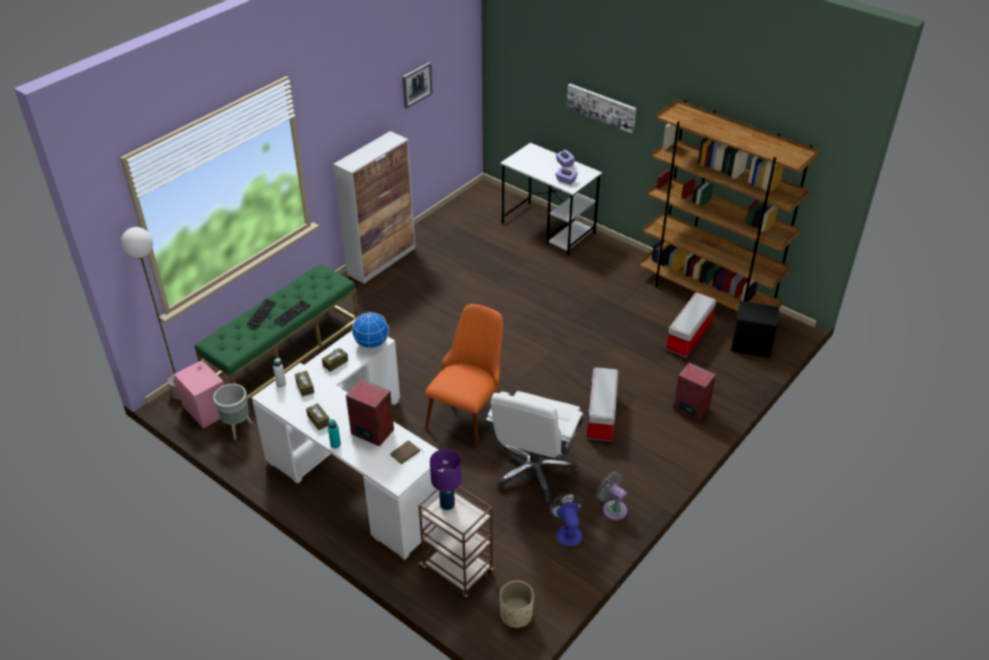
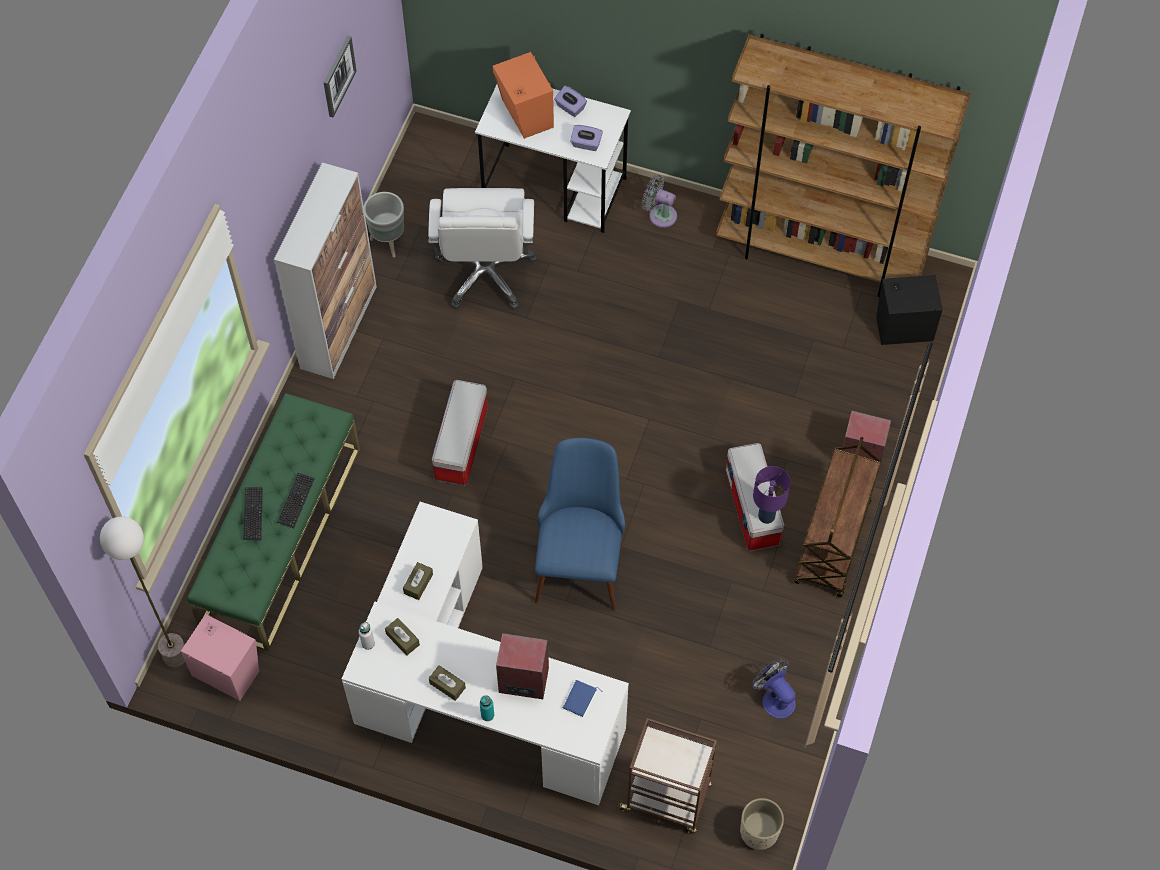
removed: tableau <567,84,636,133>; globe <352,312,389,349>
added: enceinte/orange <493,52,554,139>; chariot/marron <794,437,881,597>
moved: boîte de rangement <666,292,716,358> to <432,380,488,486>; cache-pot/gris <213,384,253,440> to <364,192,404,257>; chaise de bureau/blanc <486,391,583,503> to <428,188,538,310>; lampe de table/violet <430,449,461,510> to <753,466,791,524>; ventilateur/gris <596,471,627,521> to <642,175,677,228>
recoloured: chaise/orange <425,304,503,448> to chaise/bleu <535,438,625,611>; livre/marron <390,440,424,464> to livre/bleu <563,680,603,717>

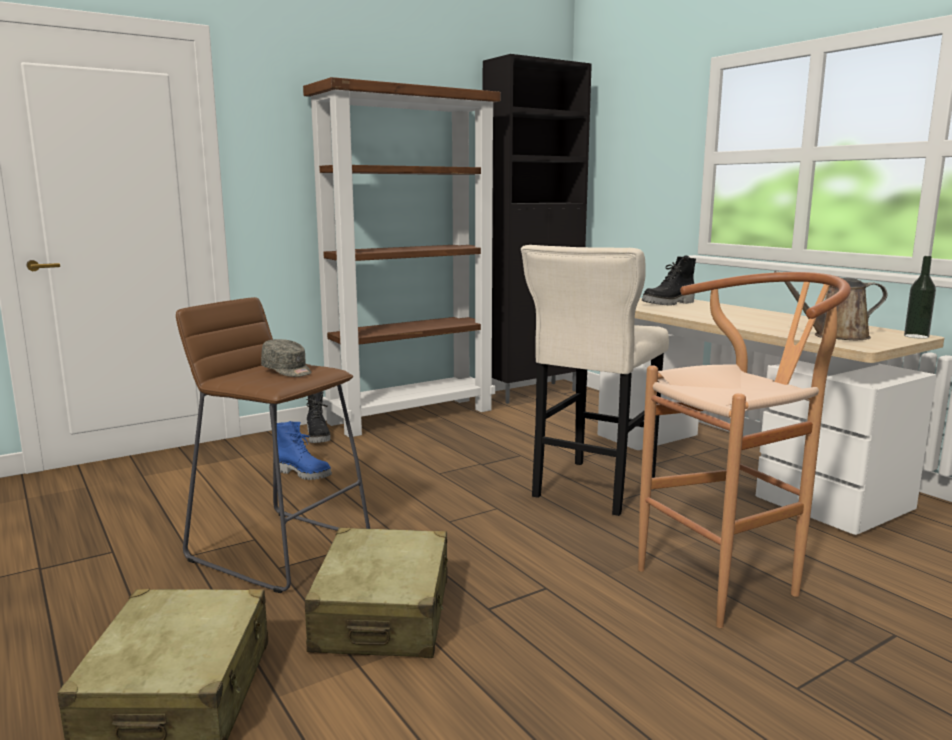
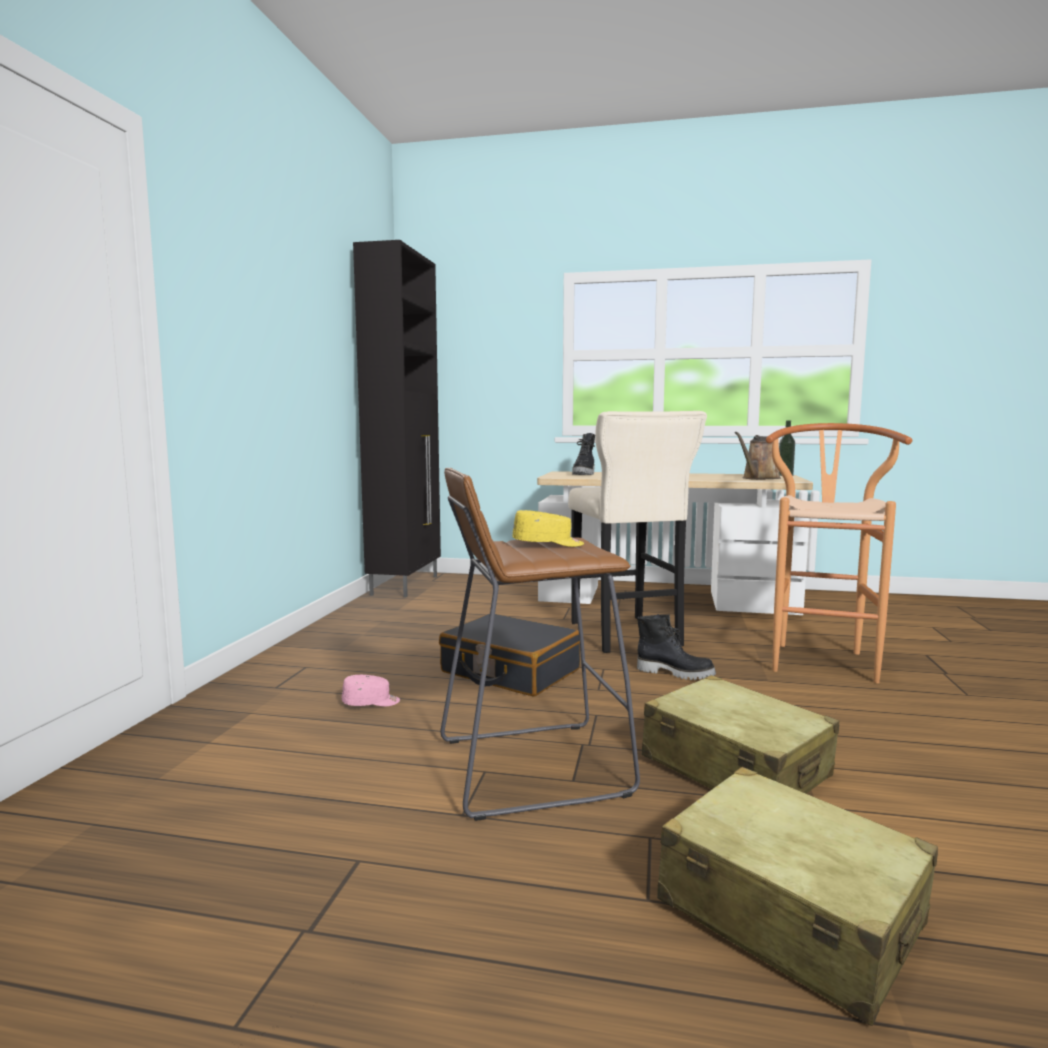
removed: bibliothèque/marron <303,77,500,437>
added: valise/noir <439,613,580,697>
moved: botte/noir <306,391,331,443> to <637,614,716,680>
replaced: botte/bleu <277,421,332,480> to casquette/rose <342,675,400,707>
recoloured: casquette/gris <261,339,311,377> to casquette/jaune <513,510,584,547>

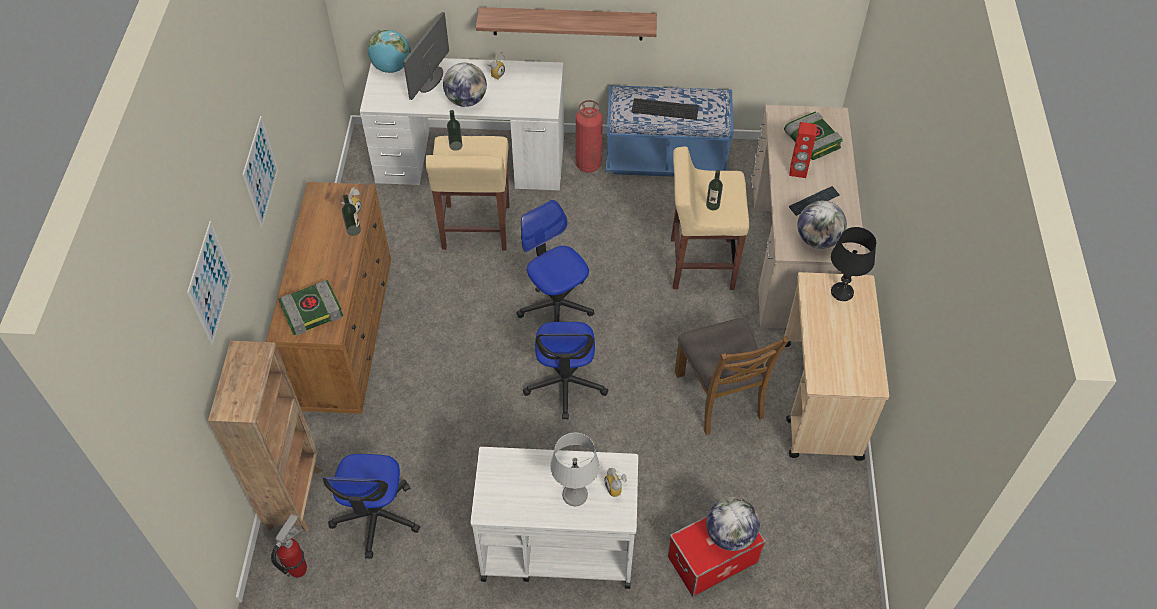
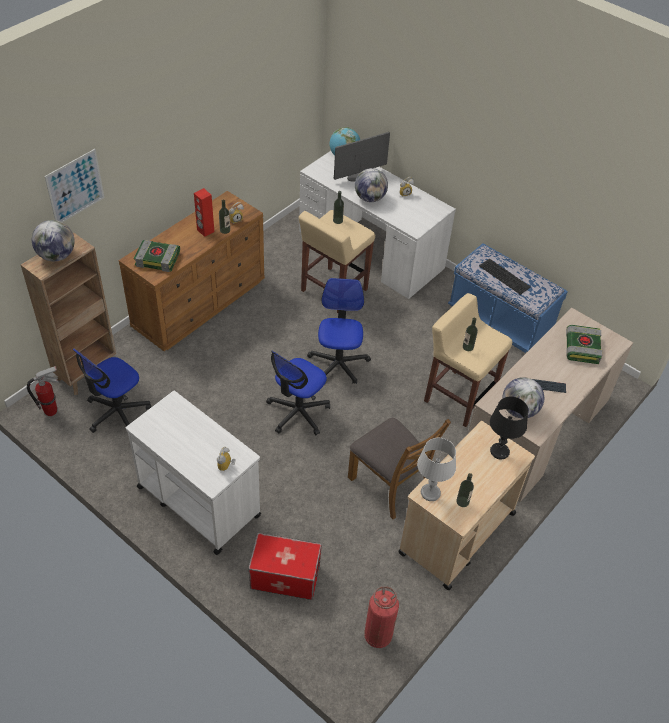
removed: étagère <476,7,657,40>; tableau <242,116,278,228>
added: bouteille <456,473,474,507>
moved: extincteur <576,100,603,172> to <364,586,399,648>; enceinte/rouge <789,122,817,178> to <194,188,214,237>; lampe de table/gris <550,433,600,506> to <417,438,456,501>; globe <706,497,760,551> to <32,220,75,261>
turned: chaise/marron <675,318,789,435> = <348,418,451,519> 60 degrees counterclockwise

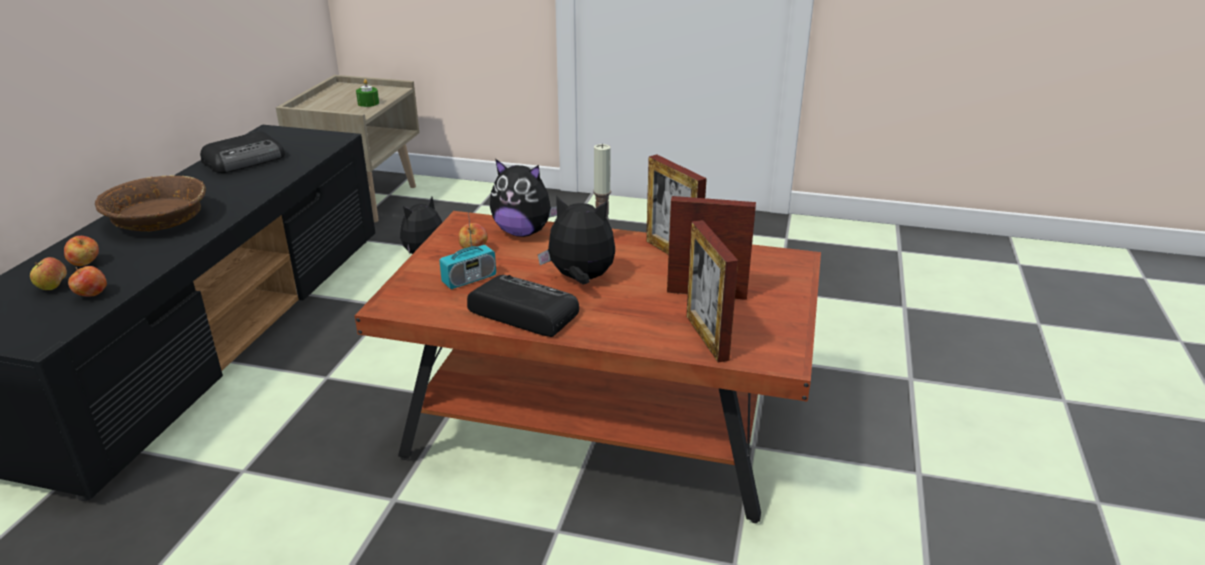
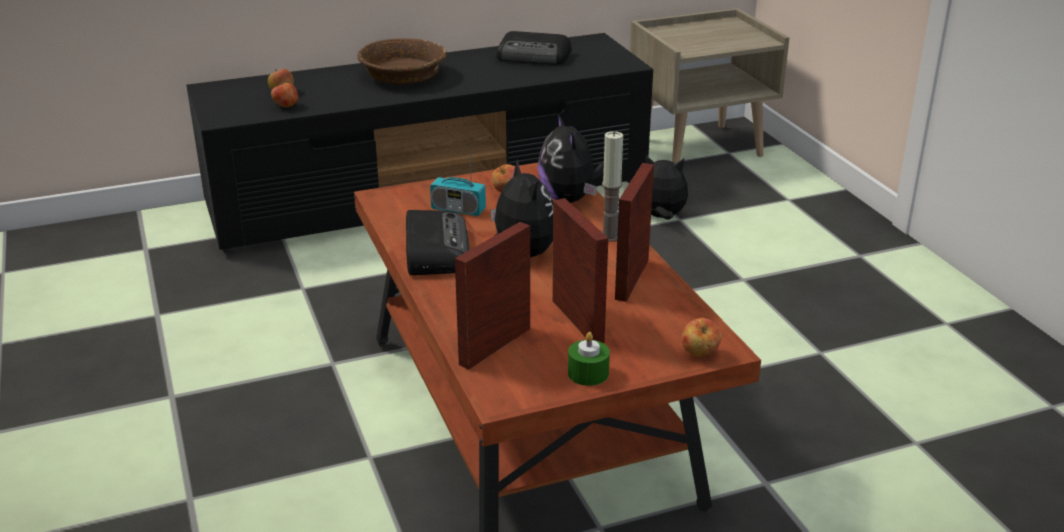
moved: bougie/vert <356,79,379,107> to <568,332,610,386>; pomme <64,236,99,266> to <682,318,722,357>

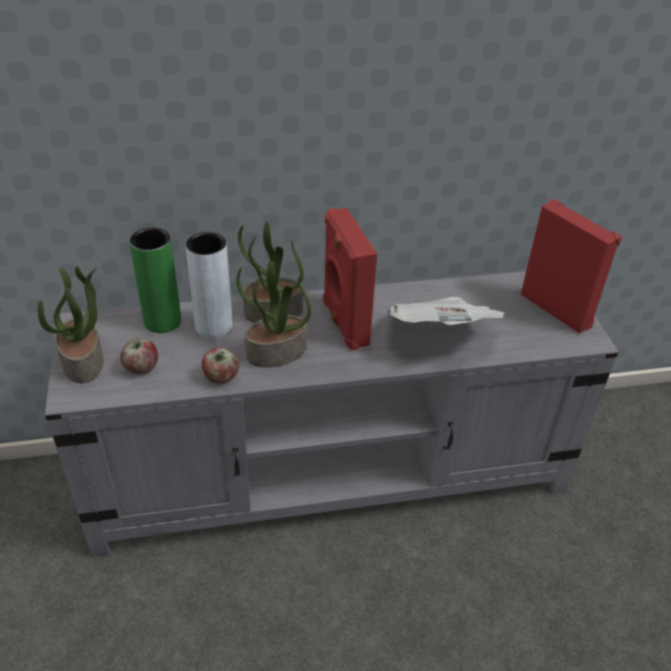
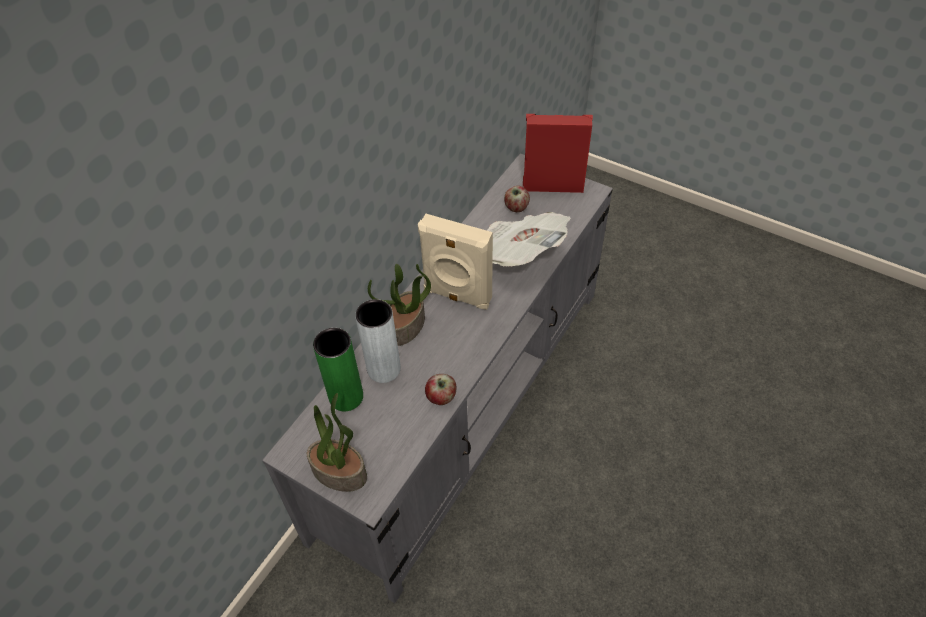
removed: plante en pot <236,260,312,368>
moved: pomme <120,339,158,374> to <504,186,530,212>
recoloured: enceinte/rouge <323,208,377,351> to enceinte/beige <418,214,493,310>

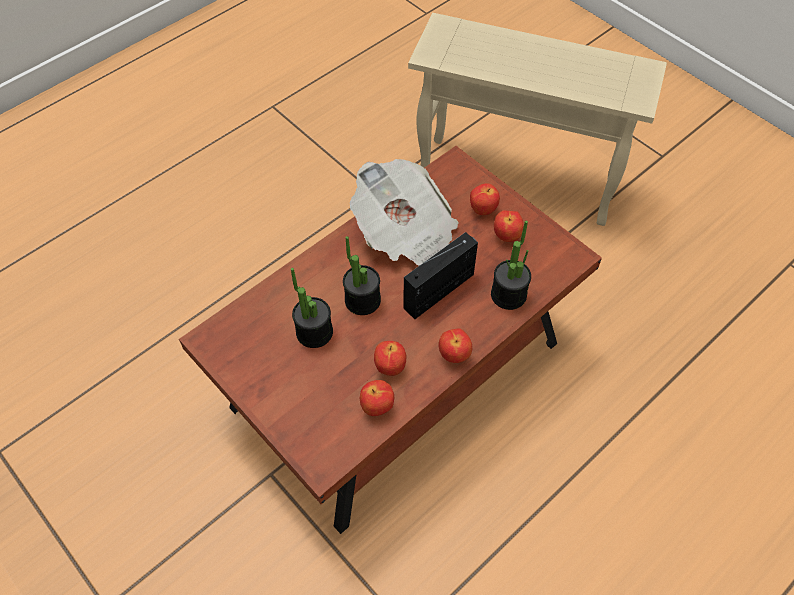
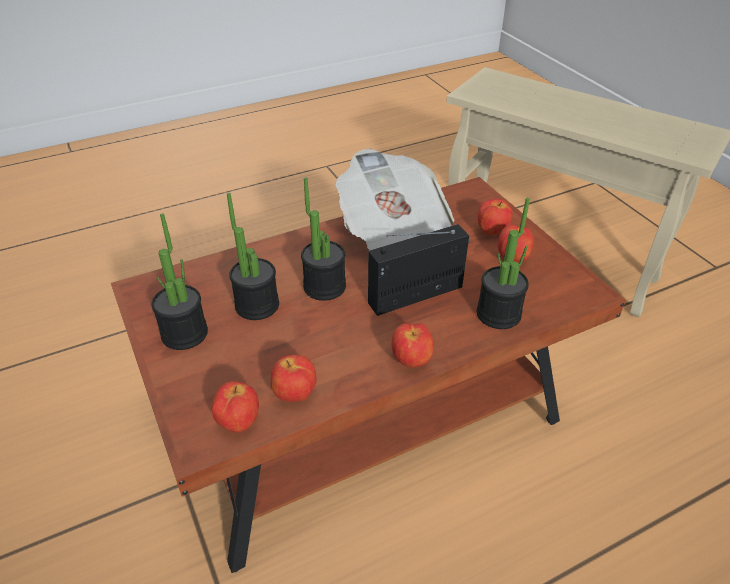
added: plante en pot <152,213,208,350>
moved: pomme <374,341,406,376> to <212,381,259,433>

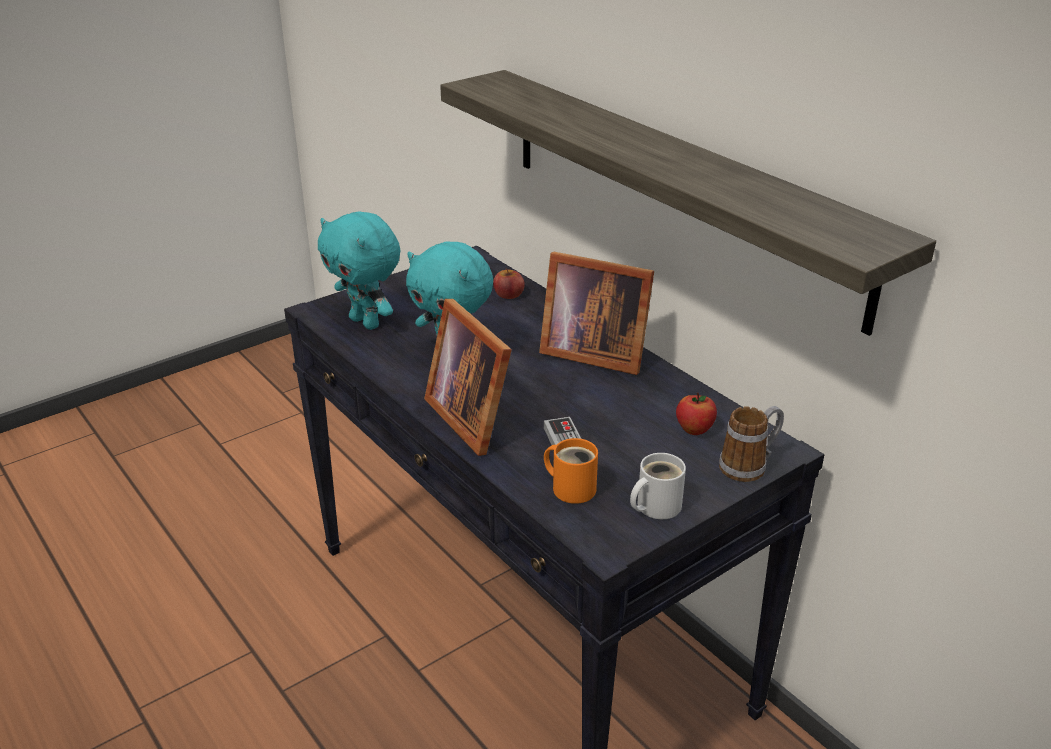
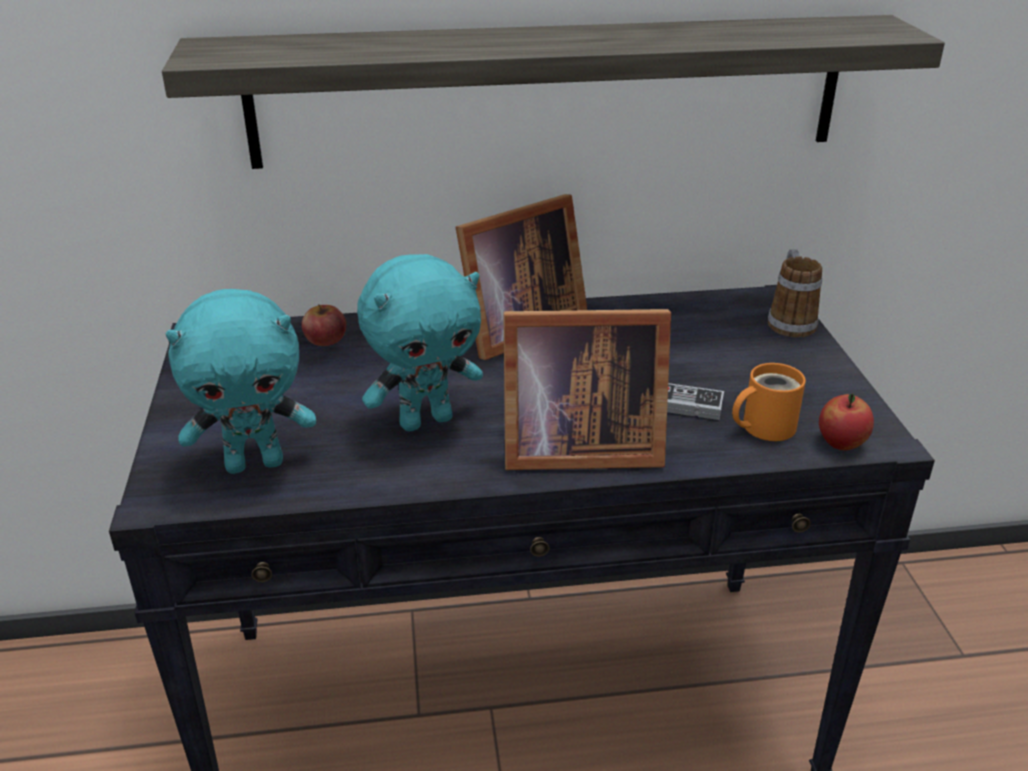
removed: mug/blanc <630,453,686,519>
moved: pomme <676,392,717,435> to <819,393,874,450>

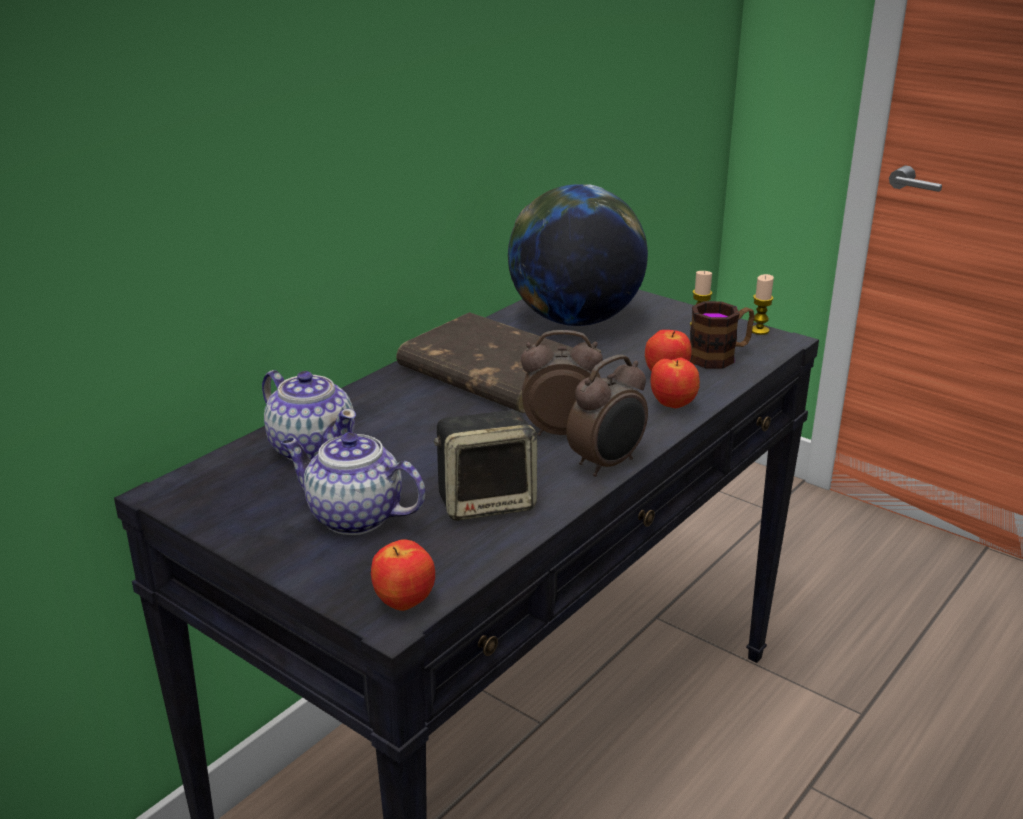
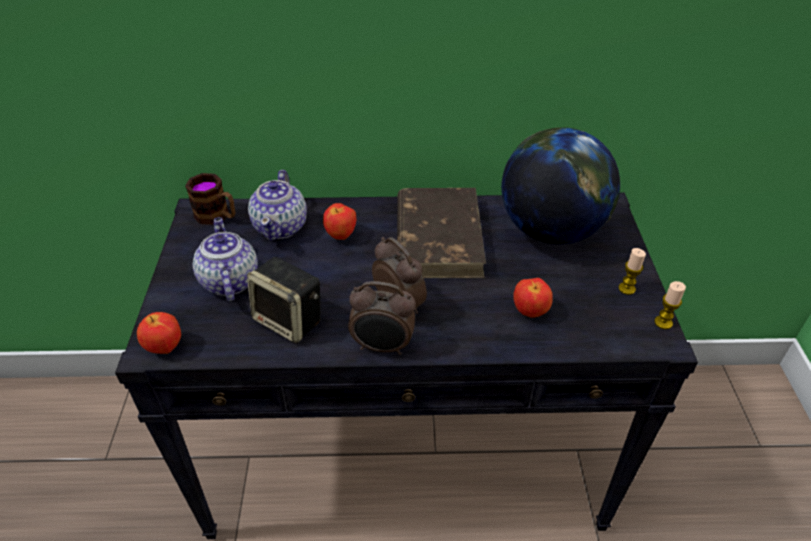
moved: mug <690,301,755,368> to <185,173,236,225>; pomme <650,358,700,408> to <323,203,356,240>

